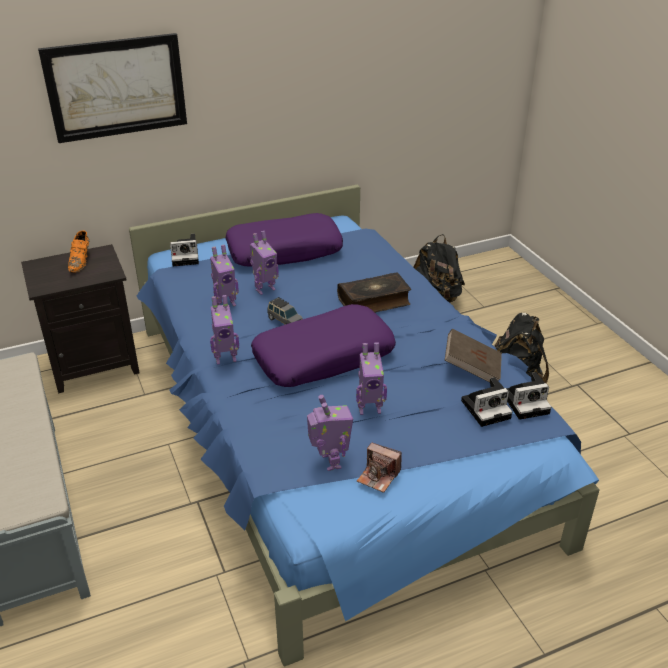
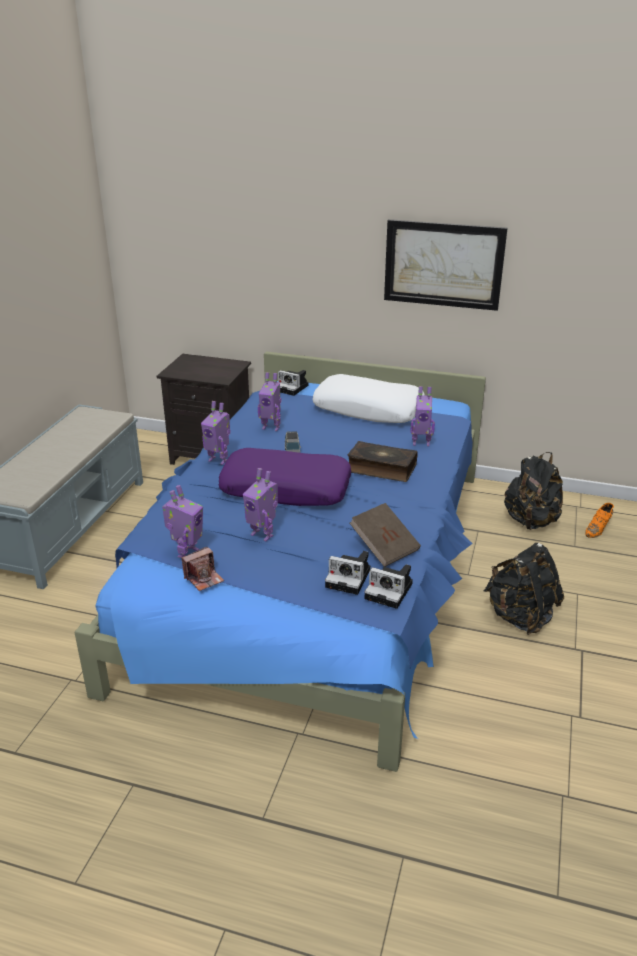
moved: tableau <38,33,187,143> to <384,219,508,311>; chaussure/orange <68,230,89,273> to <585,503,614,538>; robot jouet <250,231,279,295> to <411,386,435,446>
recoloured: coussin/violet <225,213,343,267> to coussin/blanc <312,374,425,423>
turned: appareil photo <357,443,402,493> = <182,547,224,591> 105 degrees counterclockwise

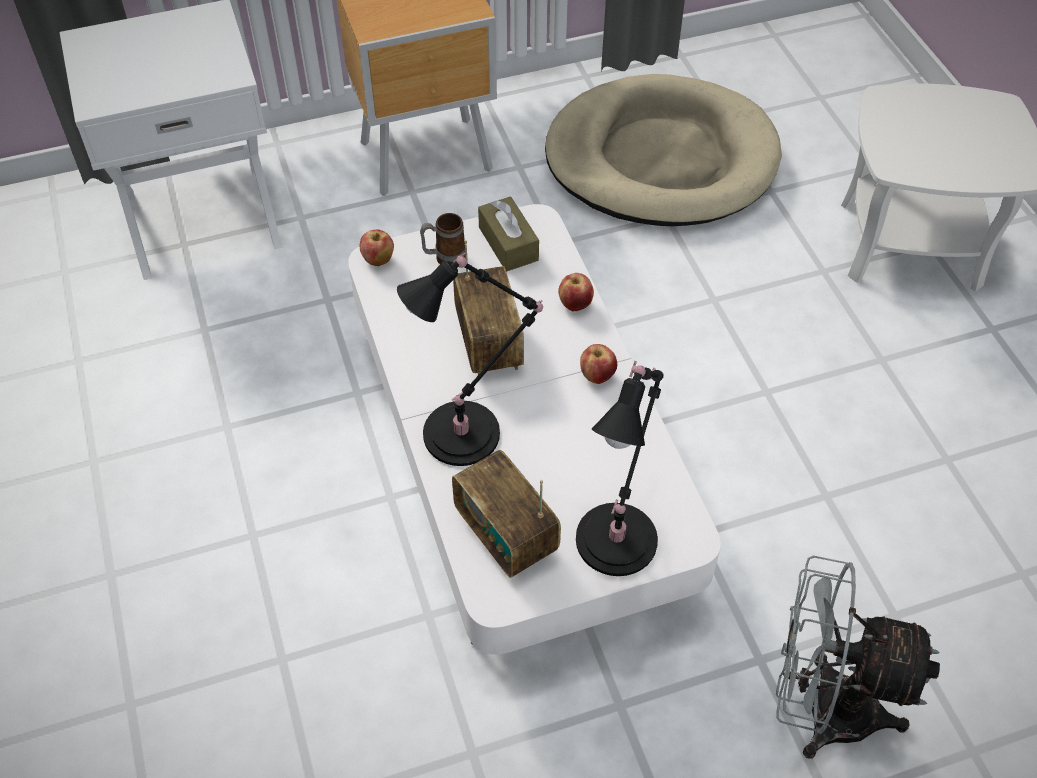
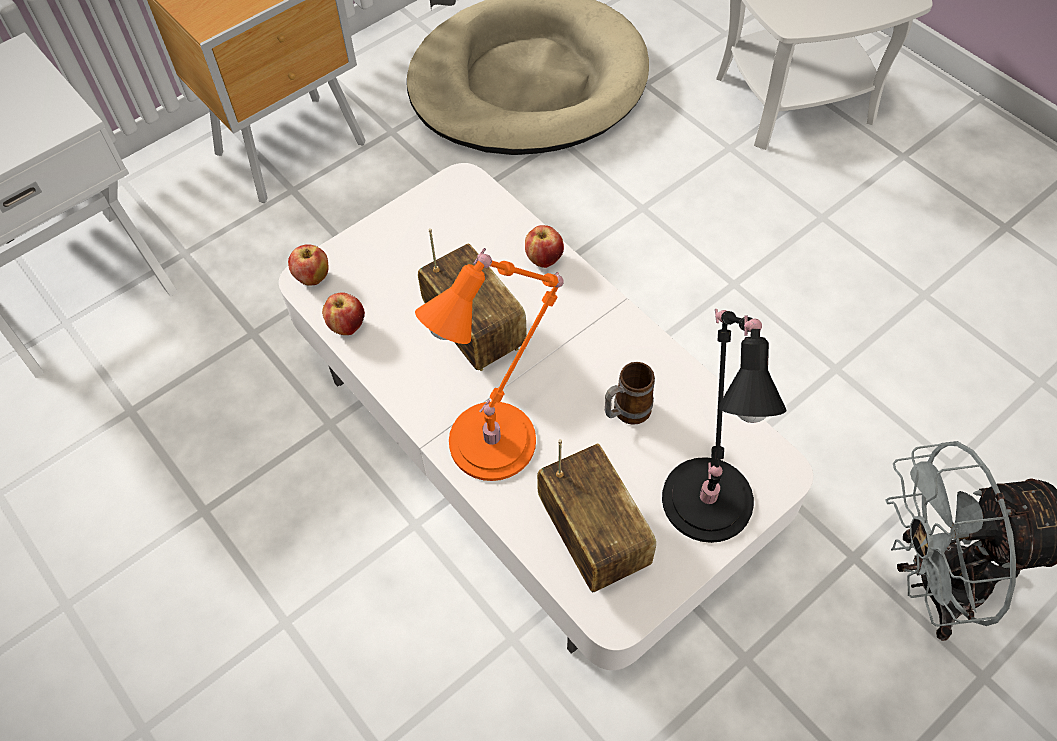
removed: boîte à mouchoirs/marron <478,196,539,272>
moved: mug <420,213,465,264> to <605,362,655,425>; pomme <580,344,617,384> to <322,292,365,335>
recoloured: lampe de table/noir <397,252,543,466> to lampe de table/orange <415,248,564,481>
turned: radio <452,450,561,578> = <537,439,656,592> 150 degrees counterclockwise

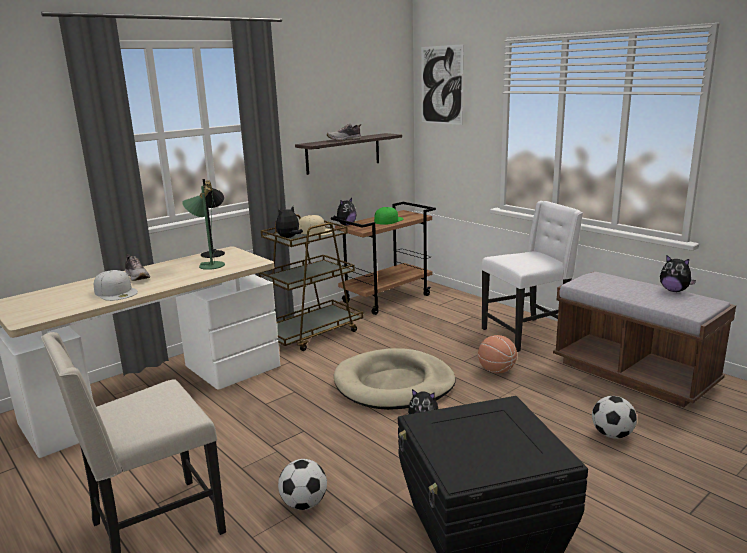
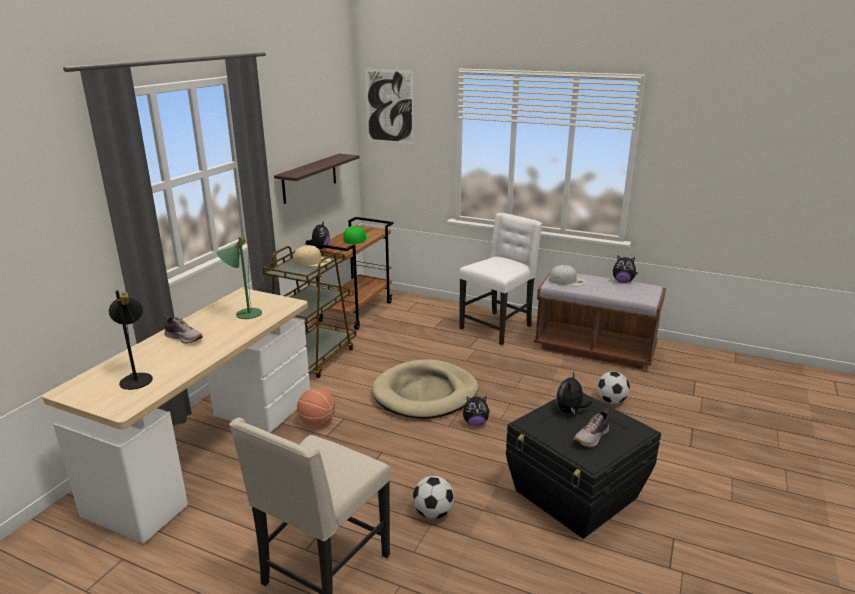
moved: chaussure <327,124,361,141> to <573,408,609,447>; lampe de table/noir <201,179,225,258> to <109,290,153,390>; peluche <276,206,303,238> to <556,372,592,414>; casquette/blanc <94,270,138,301> to <549,265,586,286>; ballon de basket <478,335,517,373> to <297,388,335,426>

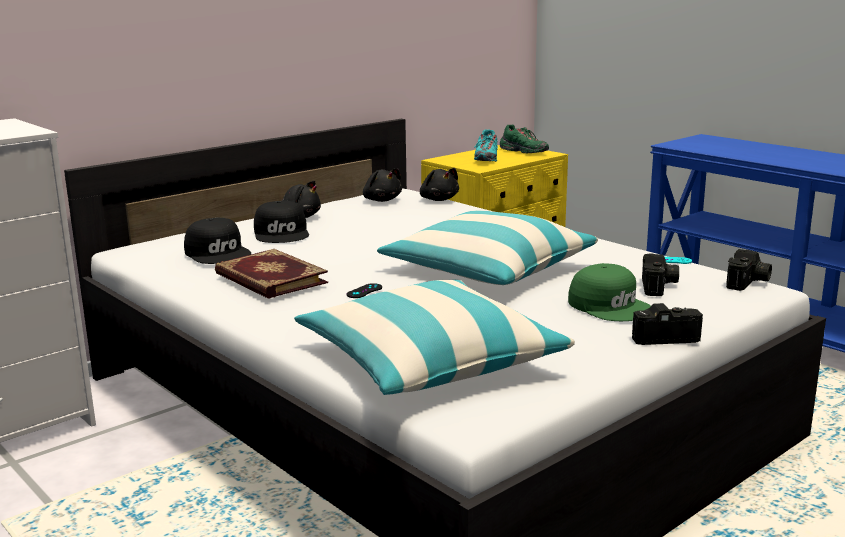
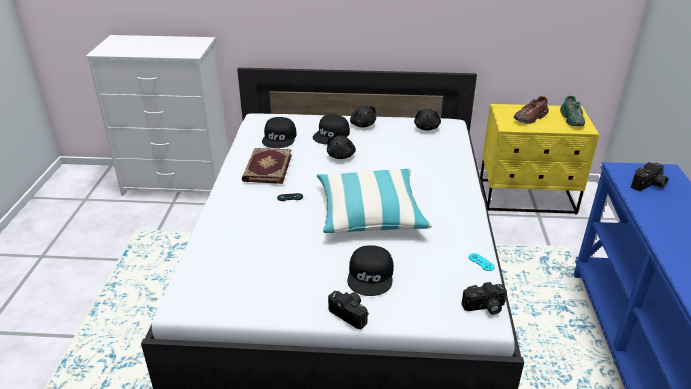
removed: coussin <294,280,575,395>
moved: peluche/noir <420,168,459,201> to <327,135,356,159>; appareil photo <642,253,679,296> to <631,162,668,191>
recoloured: chaussure/turquoise <474,130,498,162> to chaussure/marron <513,96,549,124>; casquette/vert <568,263,651,321> to casquette/noir <347,245,394,296>

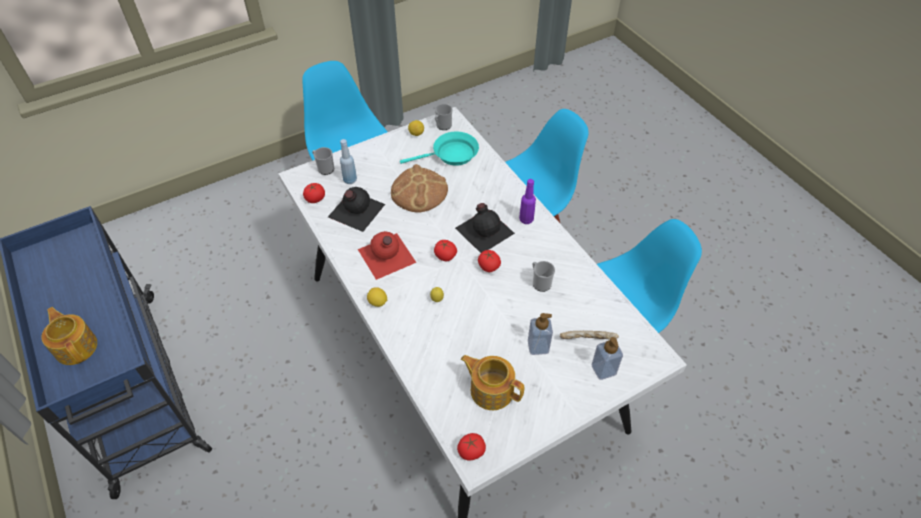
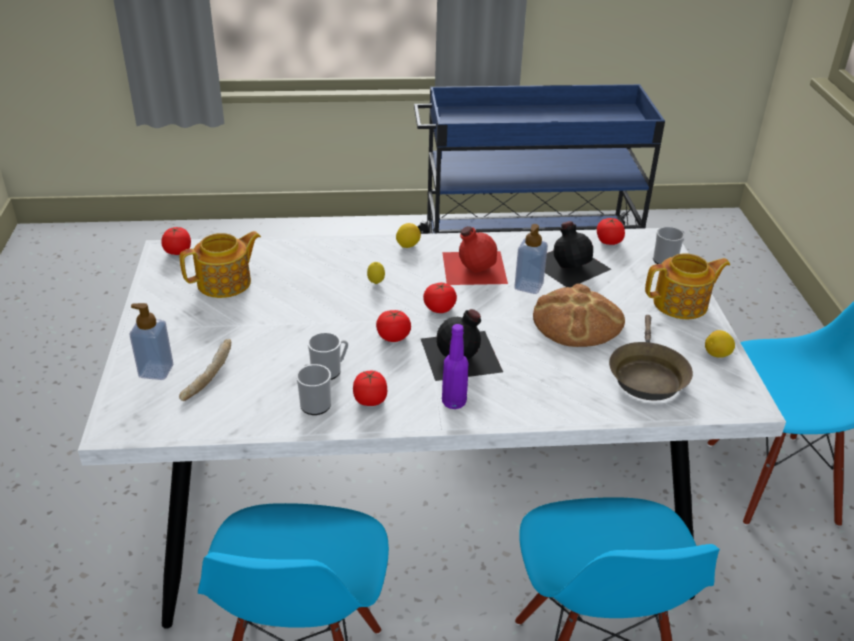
removed: bouteille/bleu <340,139,357,184>
added: tomate <353,371,387,406>
moved: mug <435,104,453,130> to <296,364,331,415>; théière <41,307,97,365> to <645,253,730,319>; distributeur de savon <528,313,553,355> to <514,224,548,294>
recoloured: poêle/turquoise <400,131,479,166> to poêle/marron <609,315,693,401>

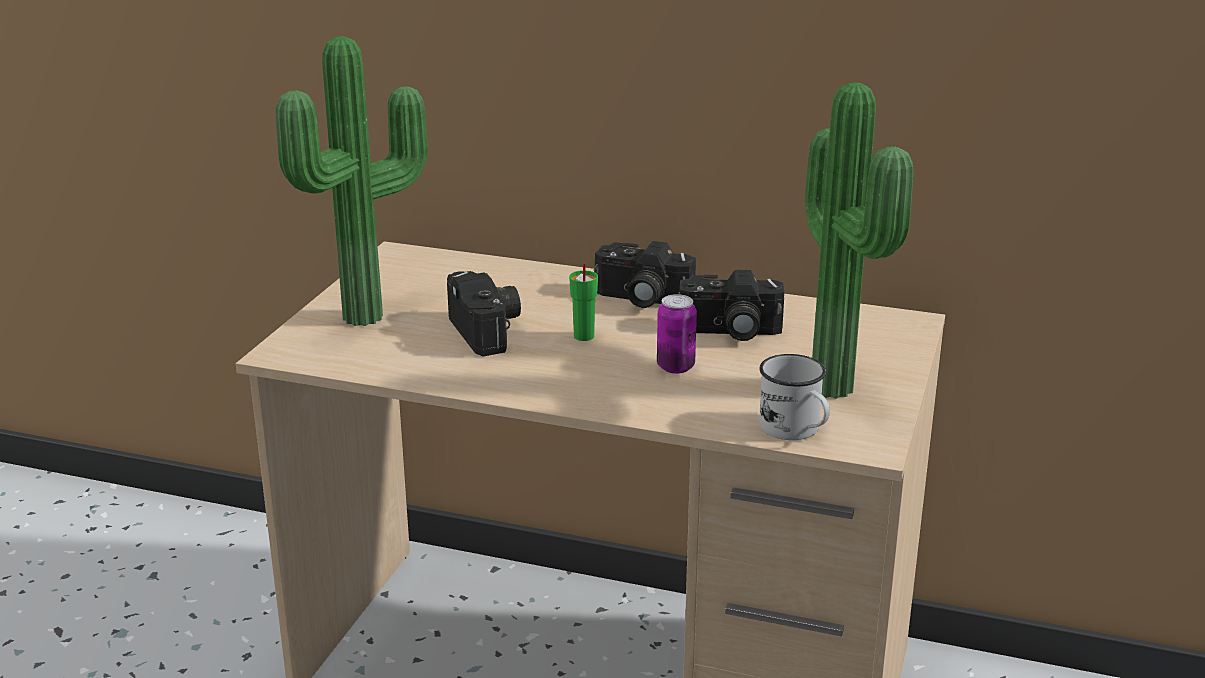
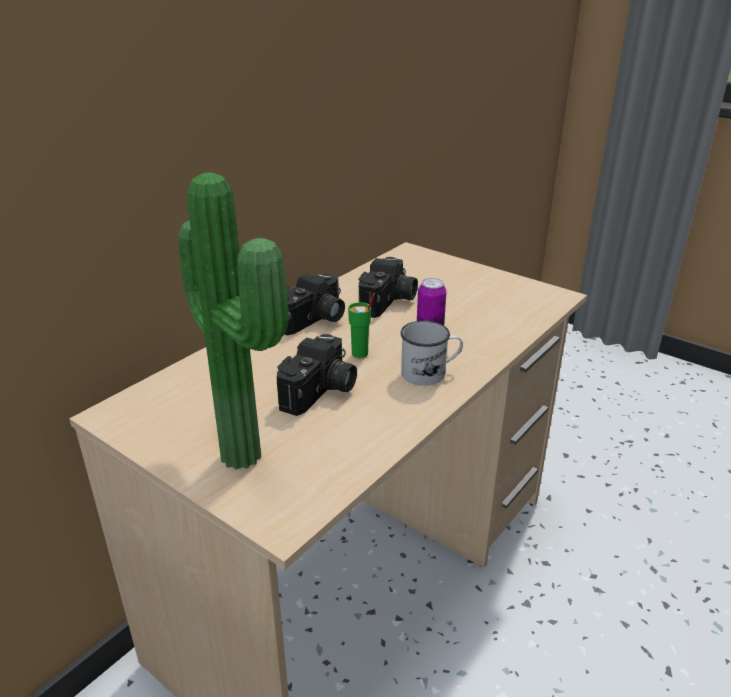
removed: plante en pot <805,82,913,399>
moved: mug/blanc <759,354,830,440> to <400,321,463,386>
turned: appareil photo <447,271,521,356> = <277,334,357,416> 120 degrees clockwise

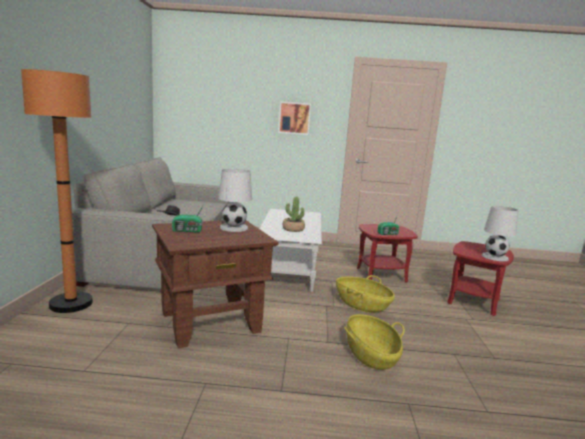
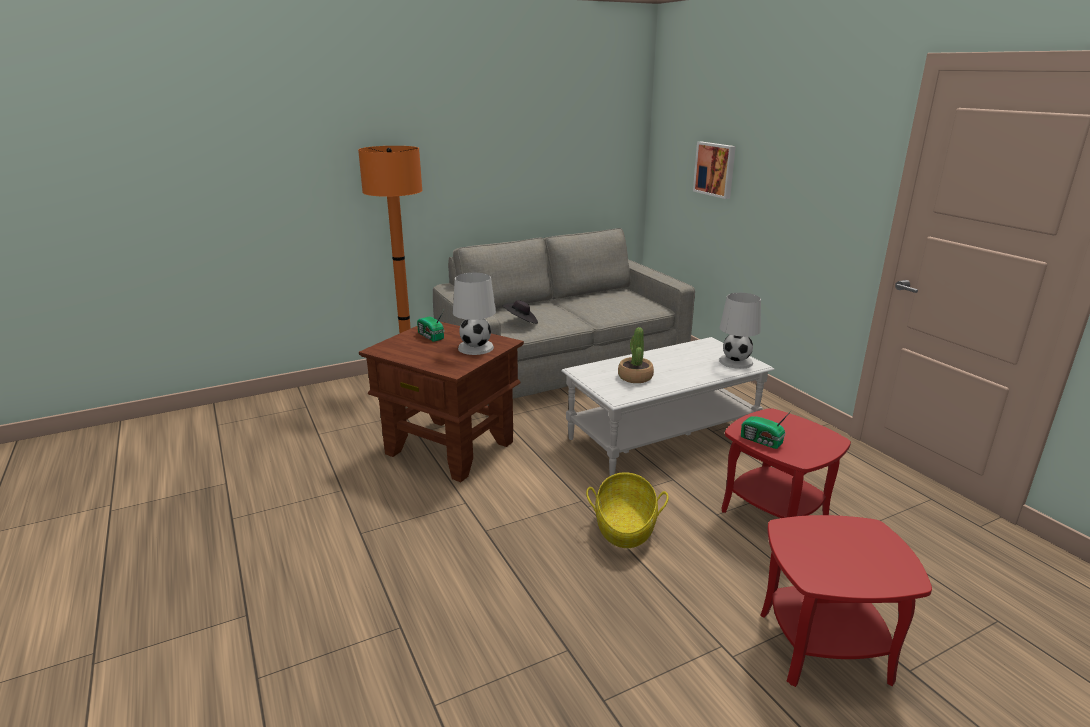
removed: panier <344,314,405,370>
moved: tableau <278,101,311,135> to <693,142,736,199>; lampe de table/blanc <482,206,518,261> to <719,293,761,369>

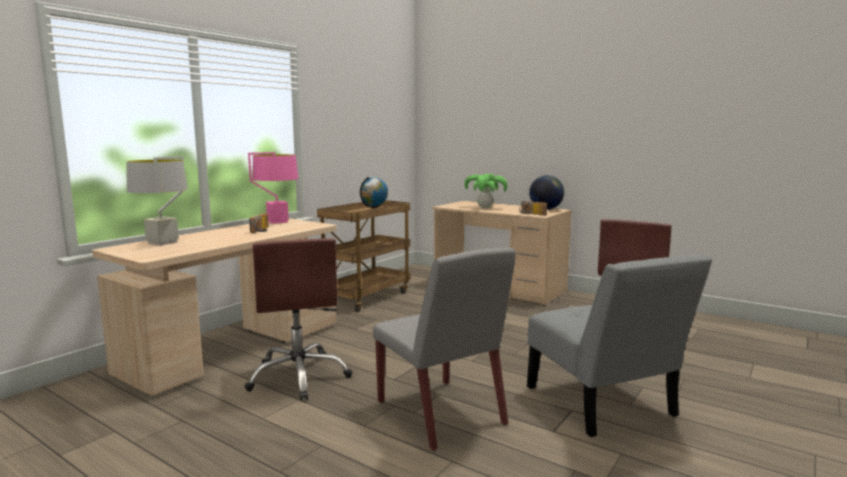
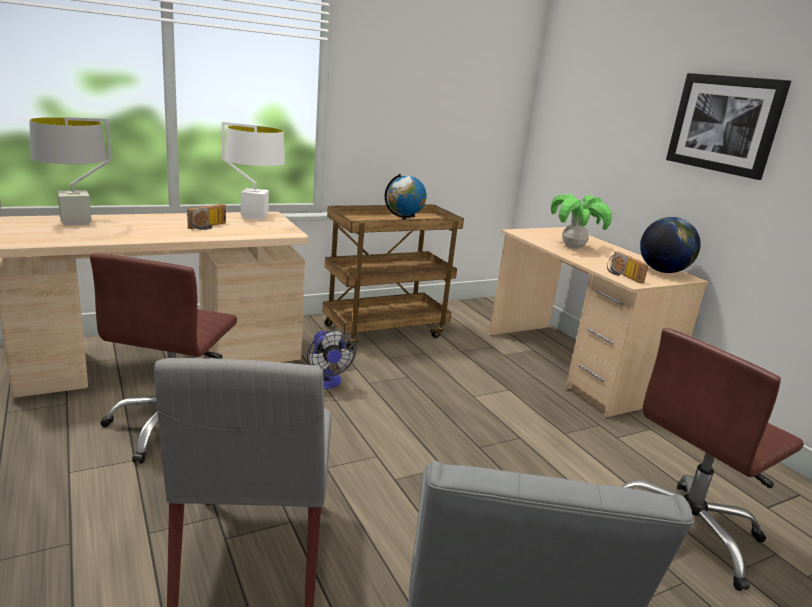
added: tableau <666,73,791,180>; ventilateur <307,330,356,389>
recoloured: lampe de table/rose <248,152,299,224> to lampe de table/blanc <222,122,285,220>

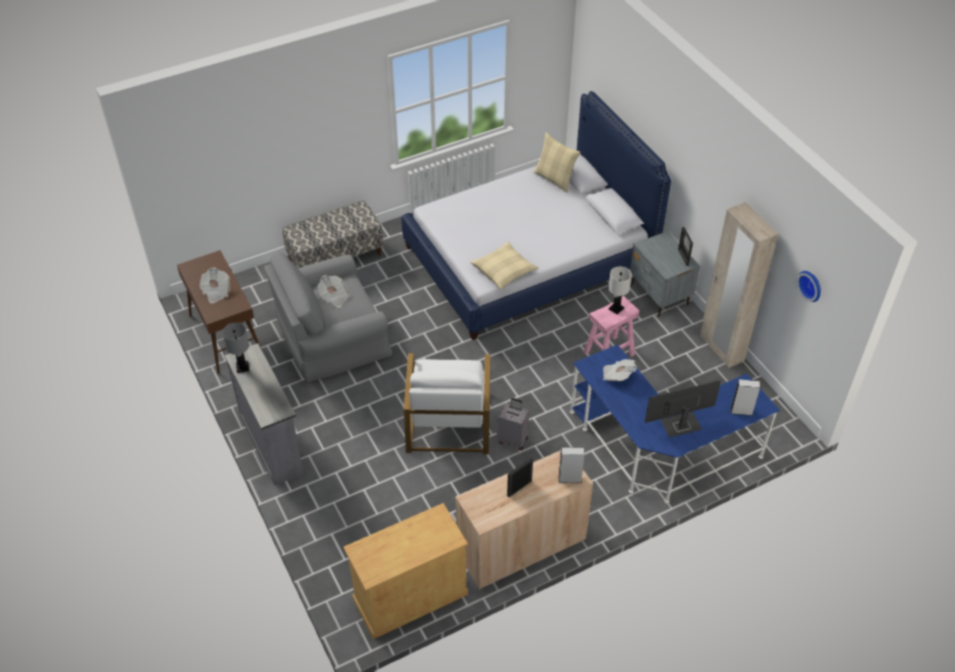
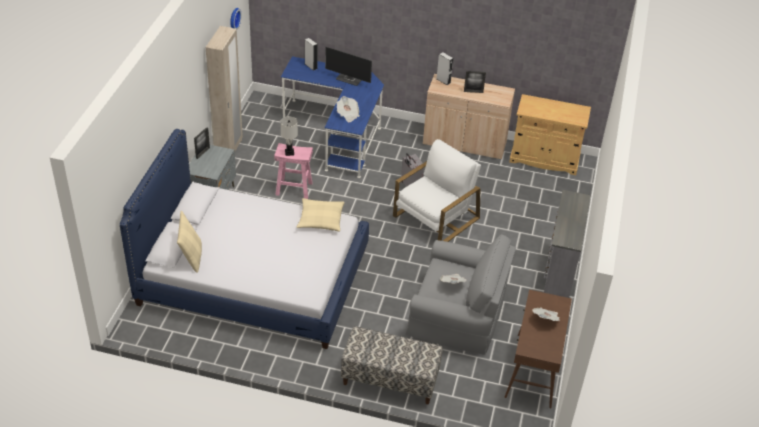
removed: lampe de table/gris <222,323,249,373>

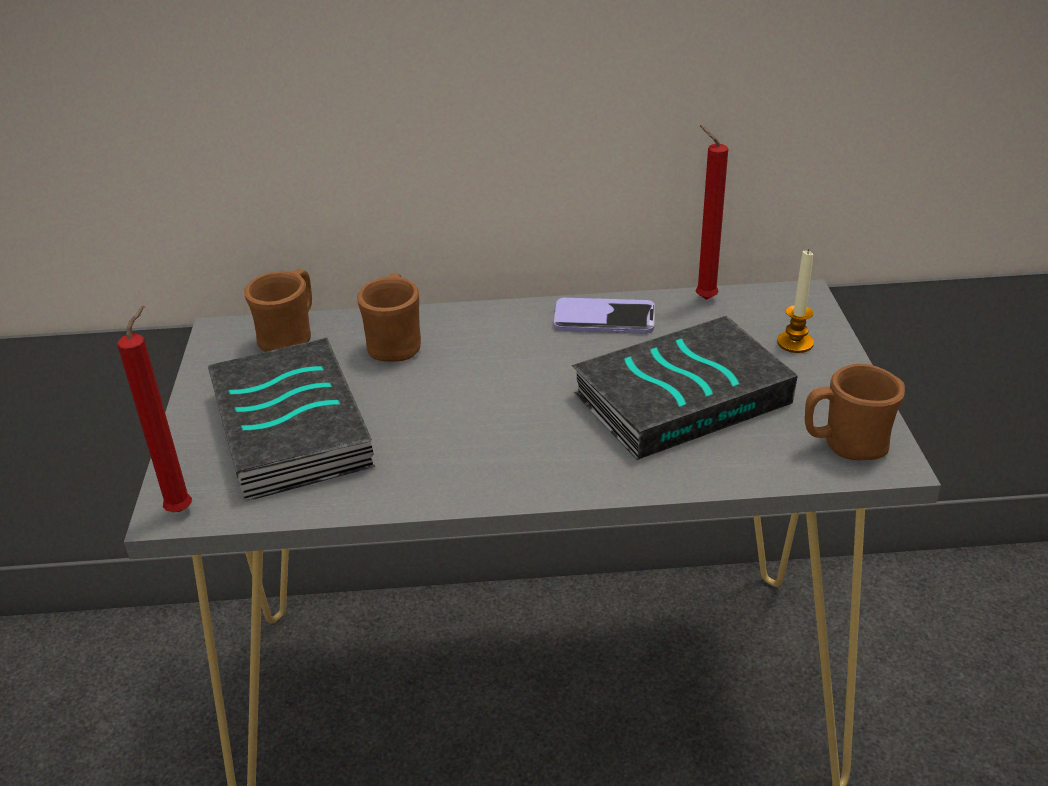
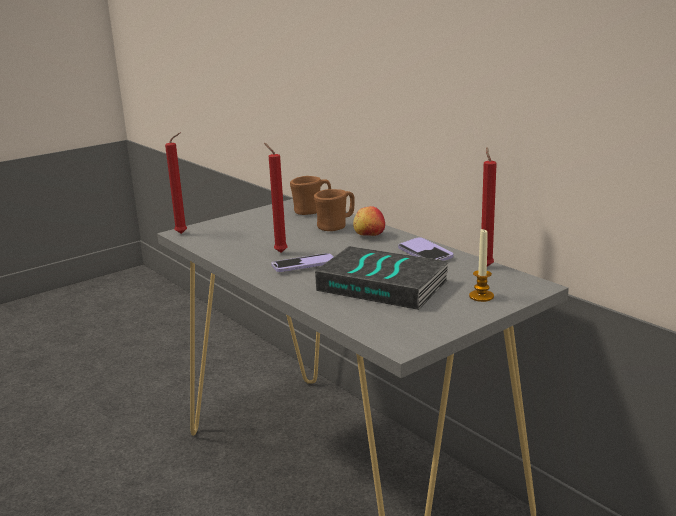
removed: livre <208,338,375,502>; mug/marron <805,364,905,460>
added: bougie/rouge <264,143,287,253>; pomme <353,206,385,236>; téléphone <271,253,334,272>

